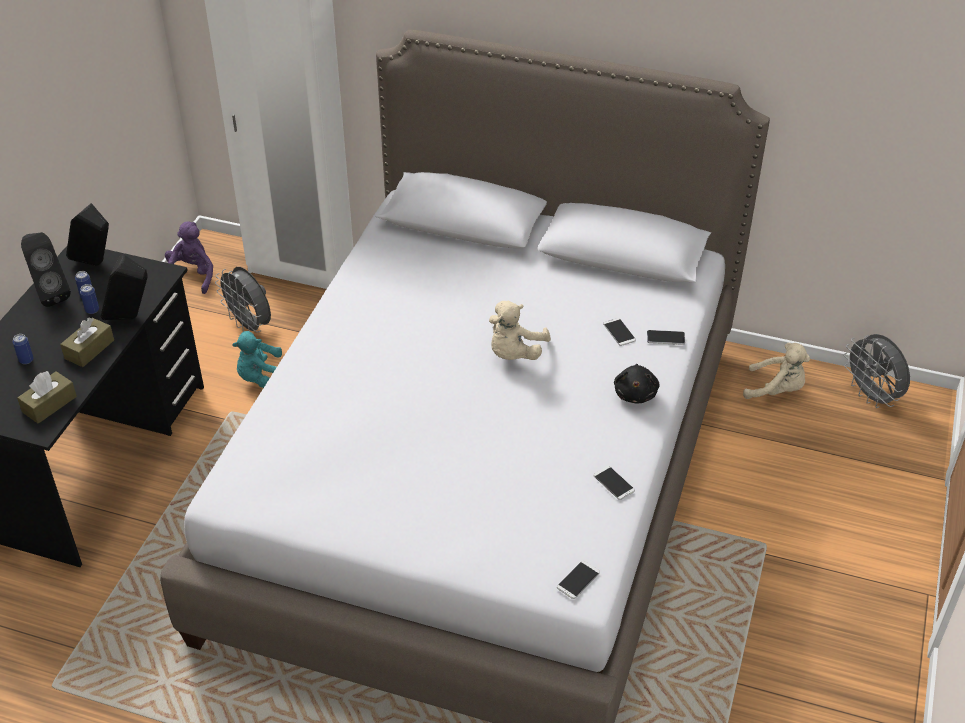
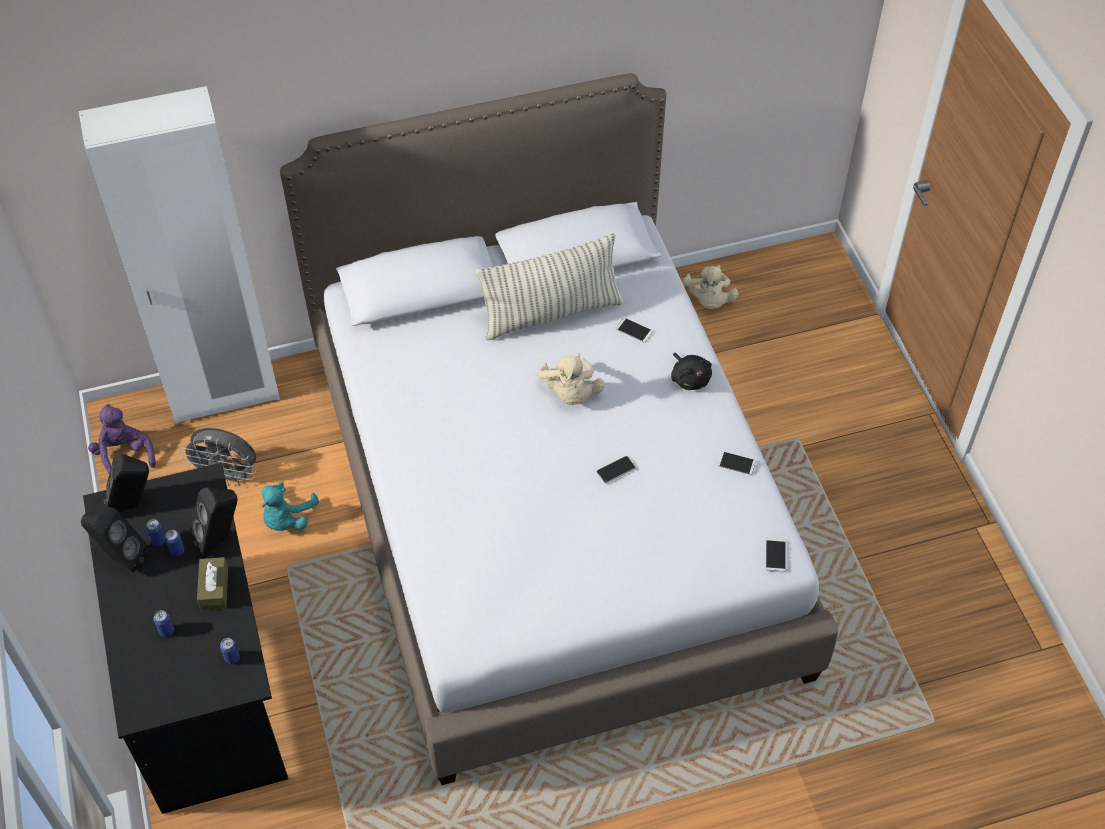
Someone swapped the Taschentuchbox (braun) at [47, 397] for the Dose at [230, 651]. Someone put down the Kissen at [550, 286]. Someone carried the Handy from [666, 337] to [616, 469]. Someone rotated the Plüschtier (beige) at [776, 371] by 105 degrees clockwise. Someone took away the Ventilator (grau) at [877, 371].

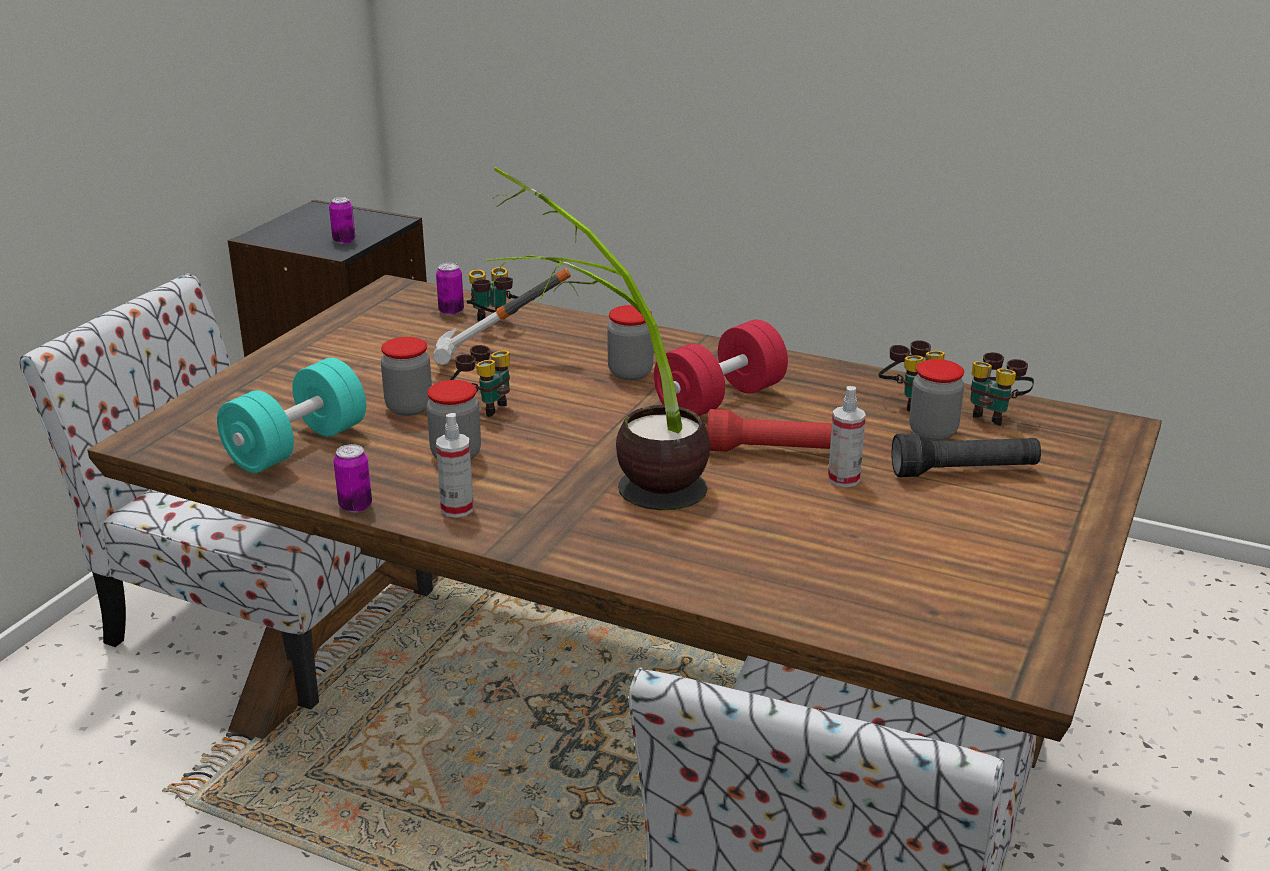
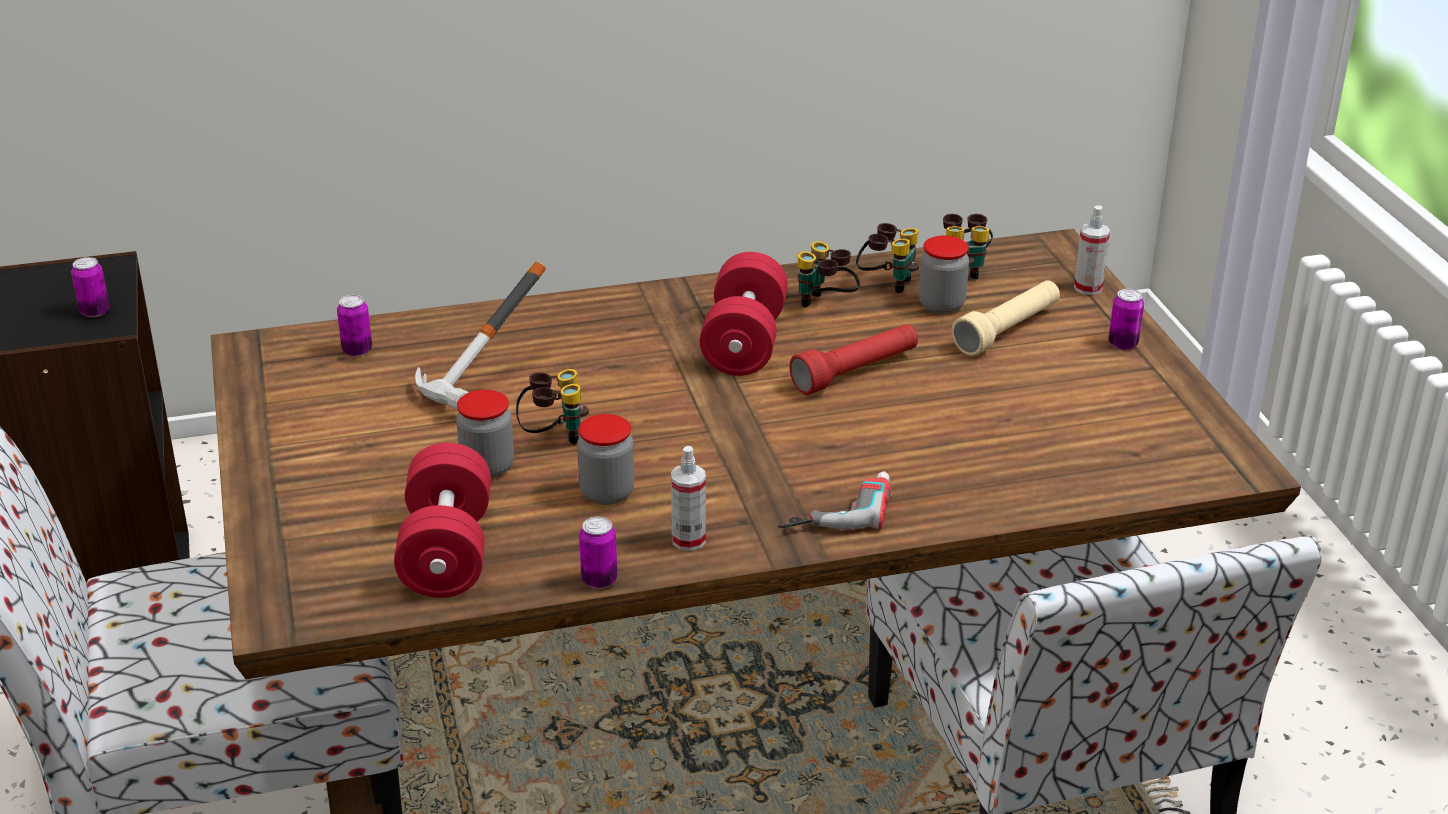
Someone repainted the Hantel (türkis) at [291, 415], which became the Hantel (rot) at [442, 520]. Someone put down the Bohrmaschine at [834, 500]. Someone carried the Fernglas from [493, 294] to [829, 274]. Someone repainted the Taschenlampe (schwarz) at [966, 455], which became the Taschenlampe (beige) at [1006, 318]. Someone carried the Sprühflasche from [847, 436] to [1092, 250]. Someone put down the Dose at [1126, 319]. Someone took away the Topfpflanze at [597, 338]. Someone took away the Vorratsglas at [630, 342].

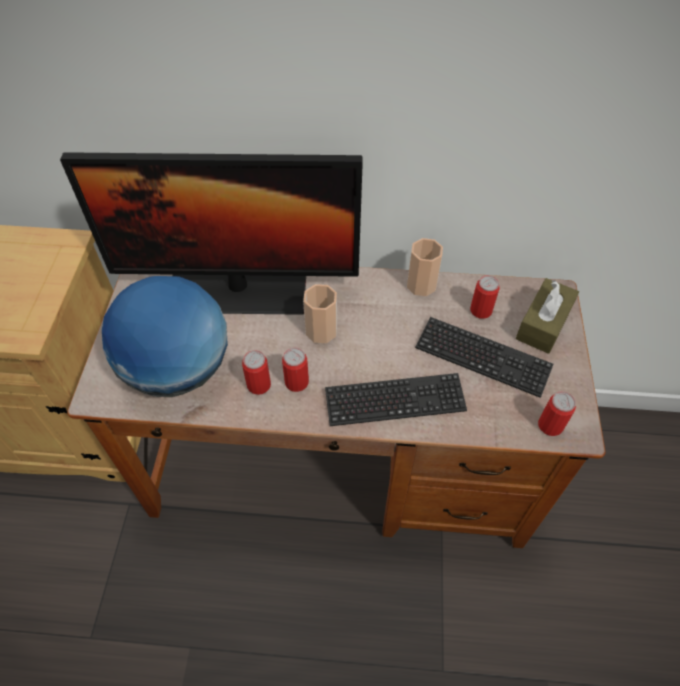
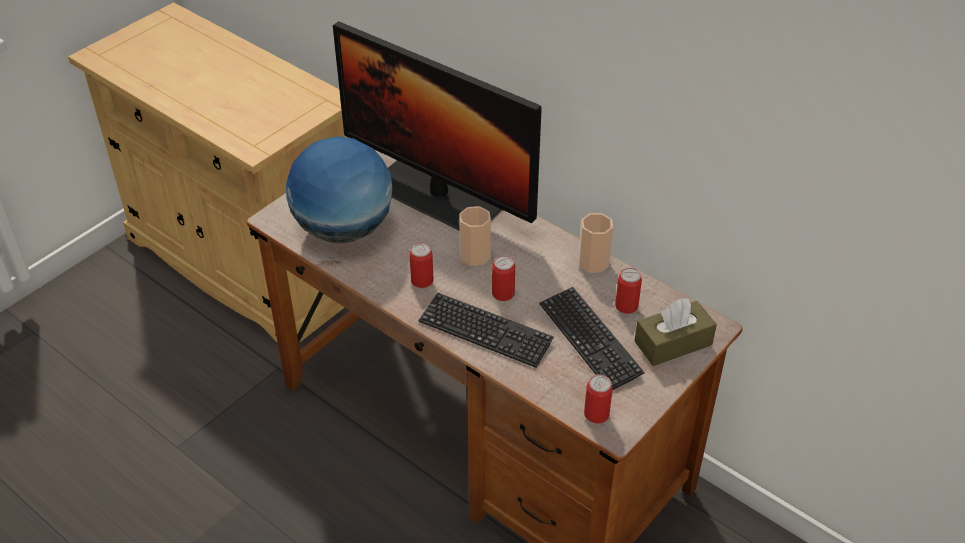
Someone carried the Dose from [256, 372] to [503, 278].

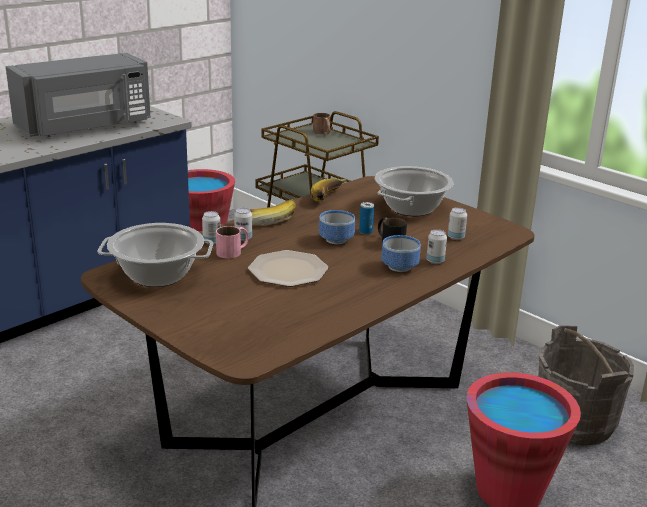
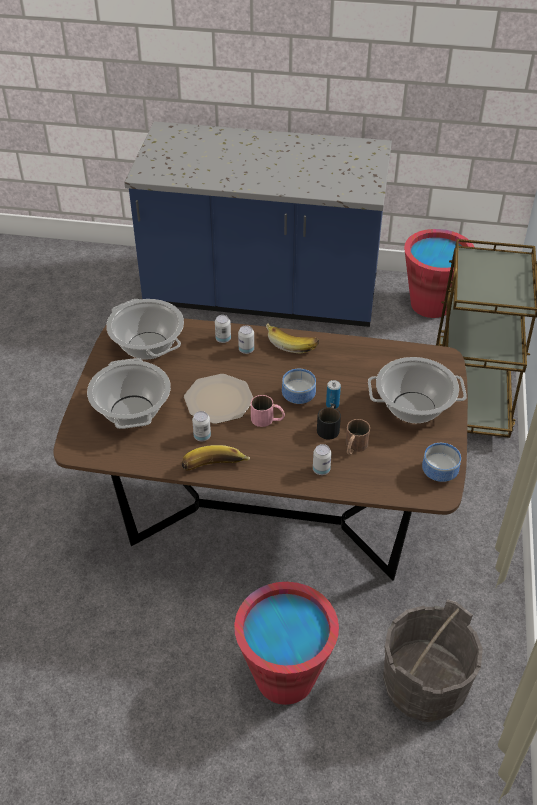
Someone put down the Kochtopf at [129, 393]. Someone carried the Banane from [328, 190] to [216, 458]. Someone carried the Dose from [457, 223] to [201, 426]. Someone carried the Henkelbecher (rosa) from [232, 242] to [268, 411]. Someone carried the Henkelbecher (braun) from [321, 123] to [358, 437]. Someone carried the Schüssel from [401, 253] to [441, 462]. Someone took away the Mikrowelle (grau) at [78, 95].

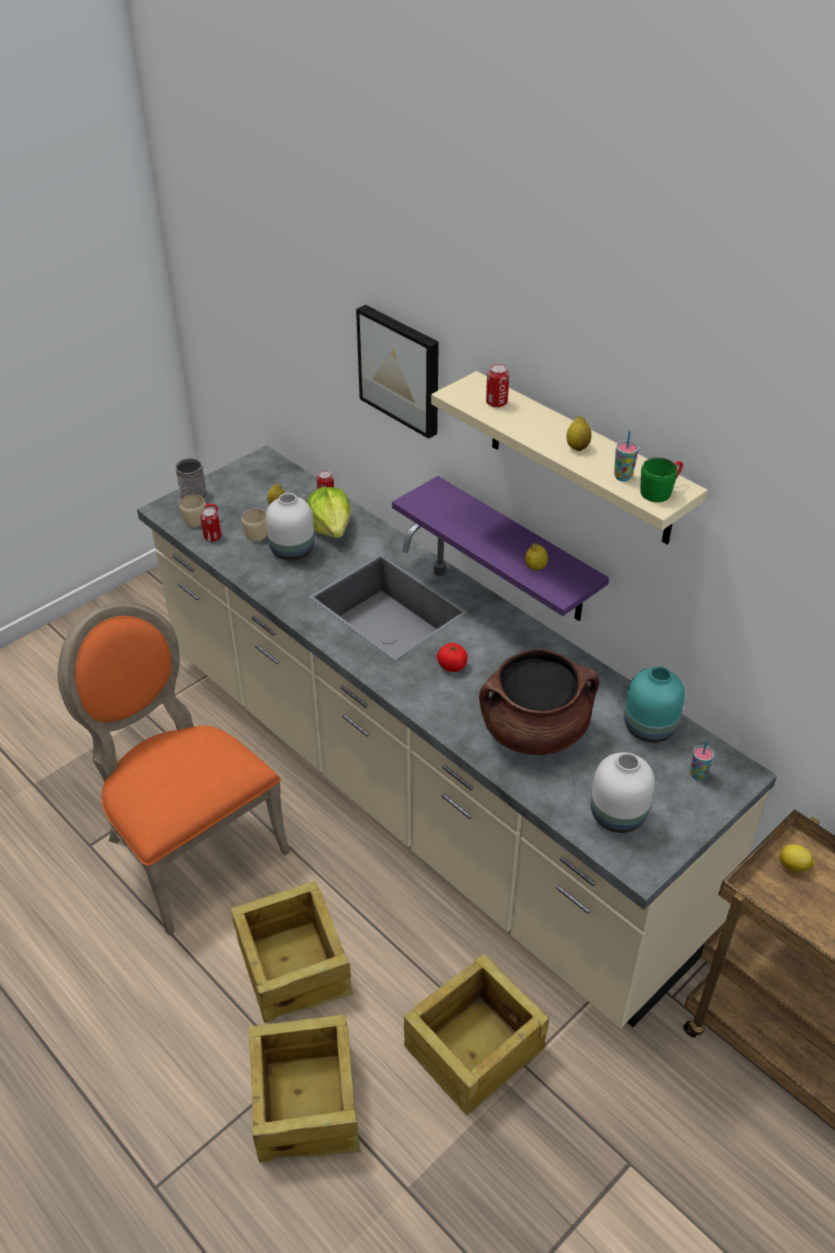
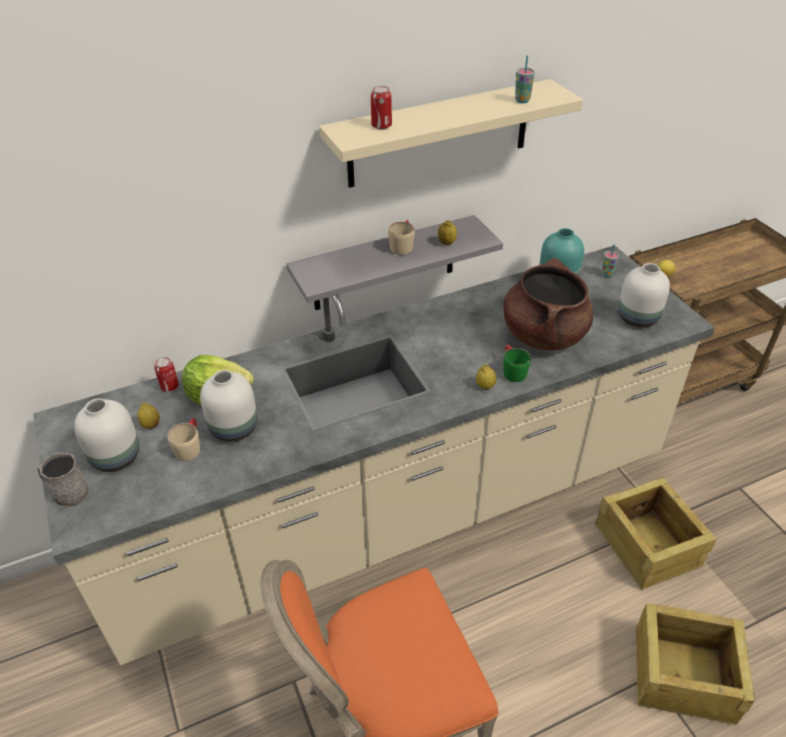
Someone put down the Vase (weiß) at [106, 435]. Someone repainted the Wandregal (lila) at [500, 548], which became the Wandregal (grau) at [394, 262]. Someone carried the Henkelbecher (beige) from [198, 511] to [401, 237]. Someone carried the Zitrone from [578, 433] to [486, 376]. Someone carried the Henkelbecher (grün) from [661, 479] to [517, 363]. Someone took away the Dose at [211, 524]. Someone took away the Kiste at [292, 952]. Someone took away the Bild at [397, 372]. Someone took away the Tomate at [452, 657].

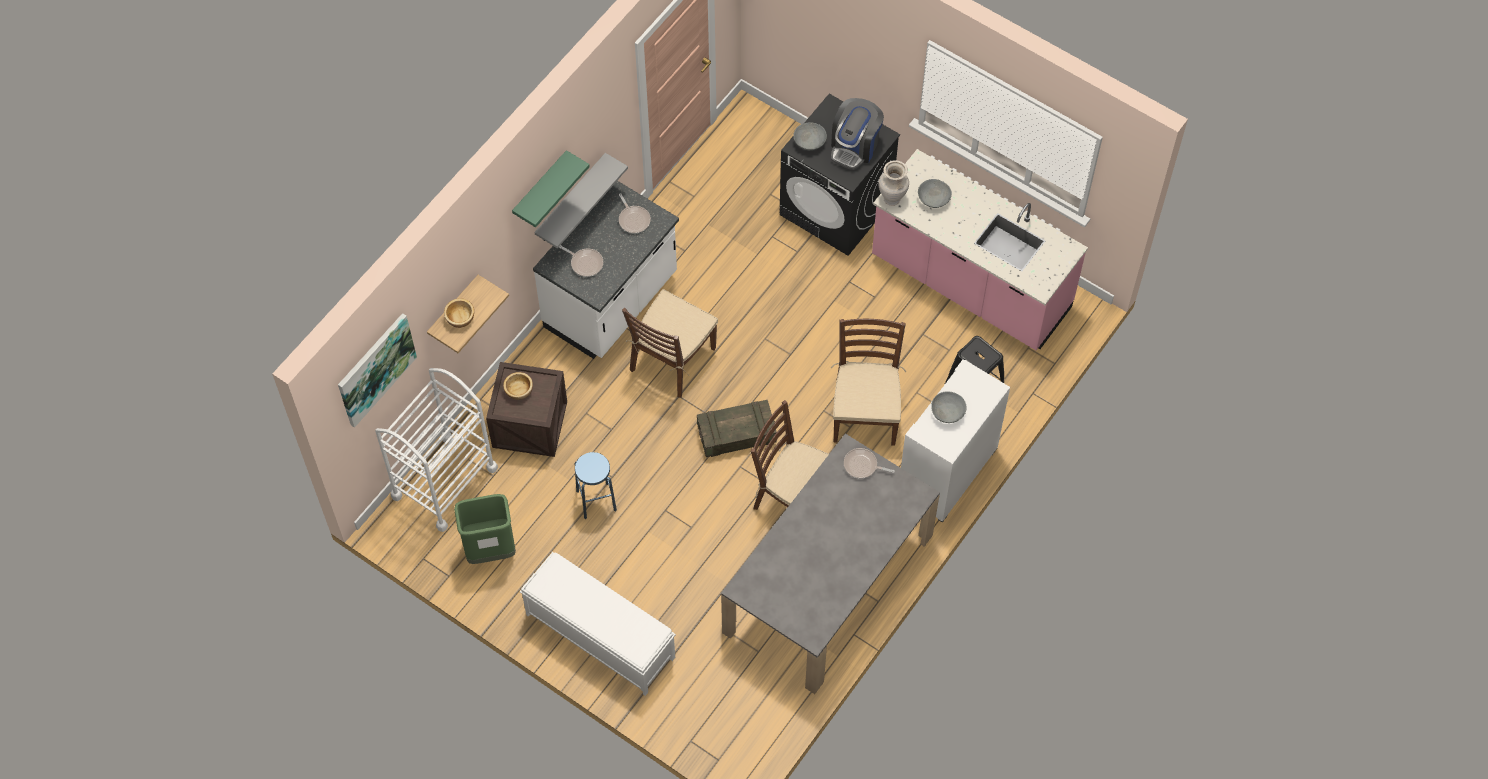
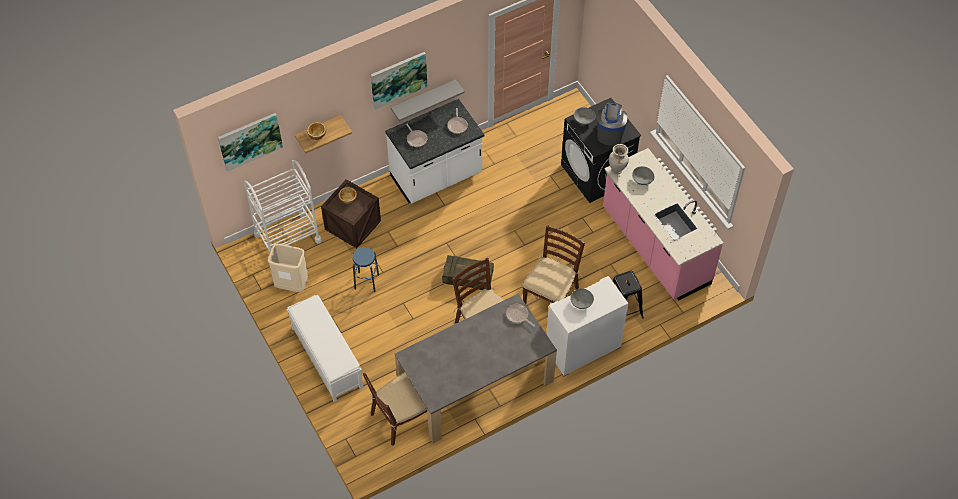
Someone repainted the Mülleimer (grün) at [485, 529], which became the Mülleimer (beige) at [288, 268]. Someone carried the Stuhl (braun) from [670, 343] to [395, 409]. Someone swapped the Wandregal (grün) at [551, 188] for the Bild at [399, 81]. Someone rotated the Kaffeemaschine at [857, 134] by 135 degrees clockwise.

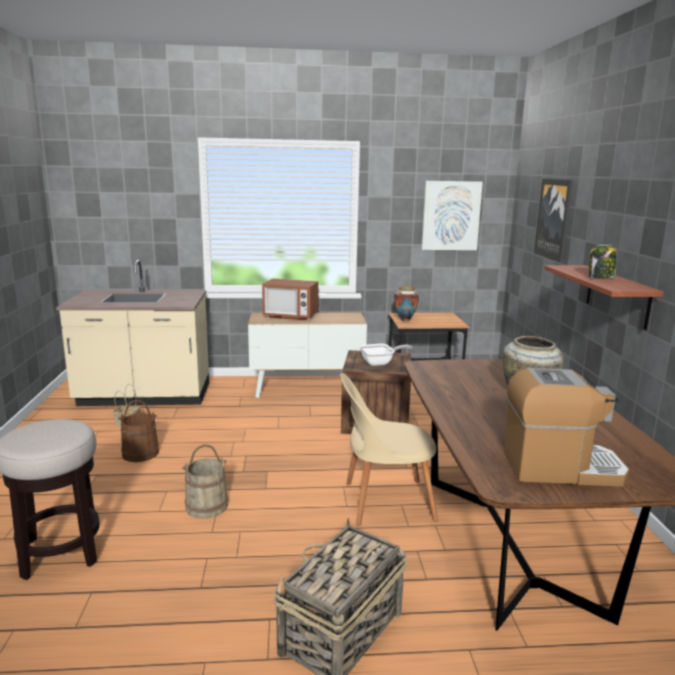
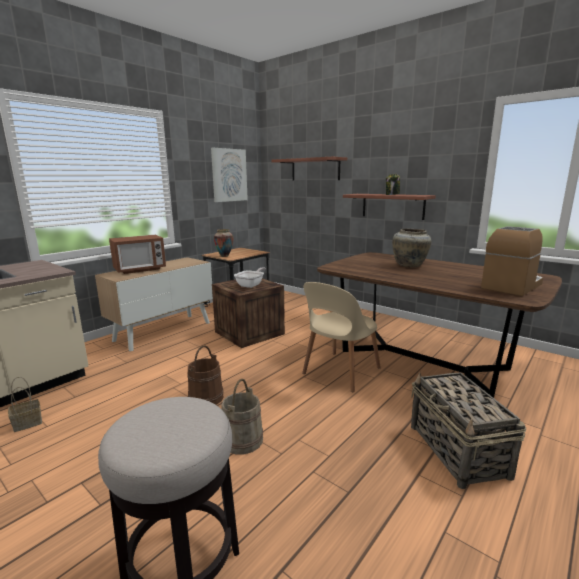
Someone carried the Eimer (braun) from [138, 431] to [206, 375]. Someone swapped the Bild at [553, 220] for the Wandregal at [309, 169].

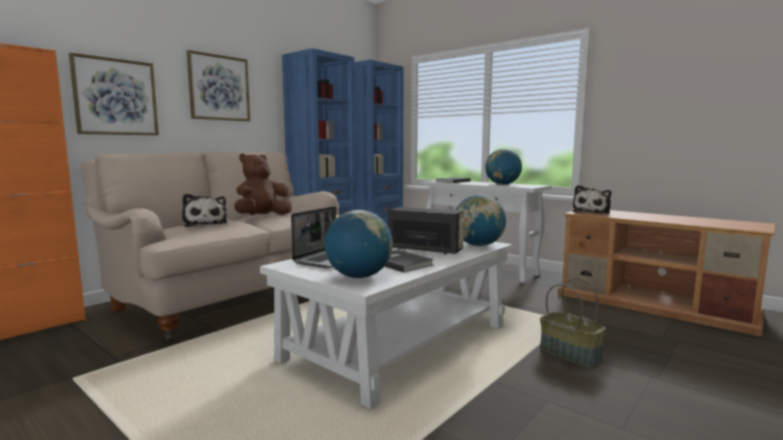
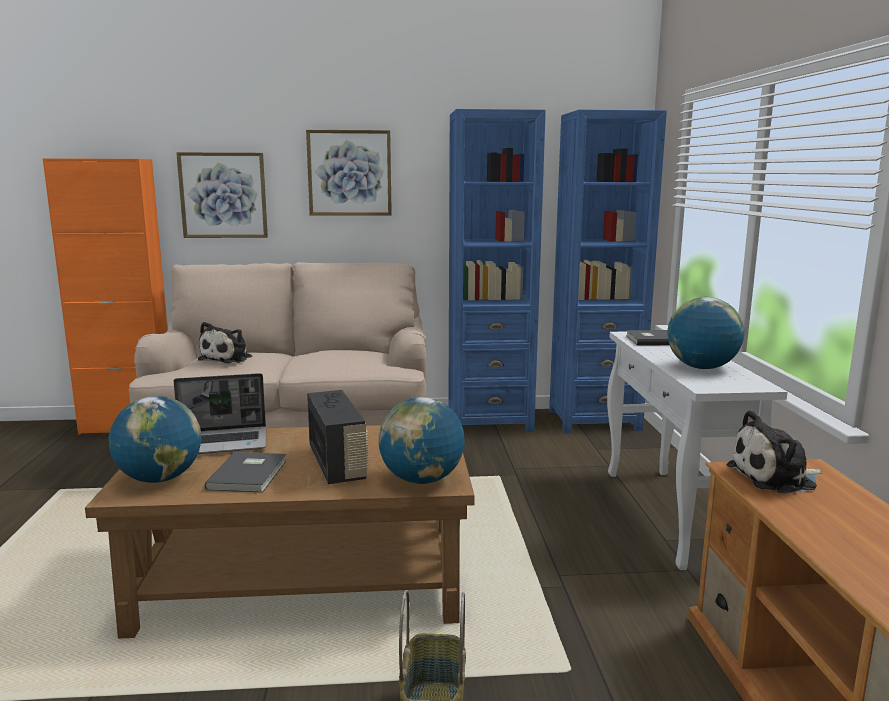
Someone repainted the Couchtisch (weiß) at [386, 324], which became the Couchtisch (braun) at [280, 532]. Someone took away the Plüschtier (braun) at [263, 184].

